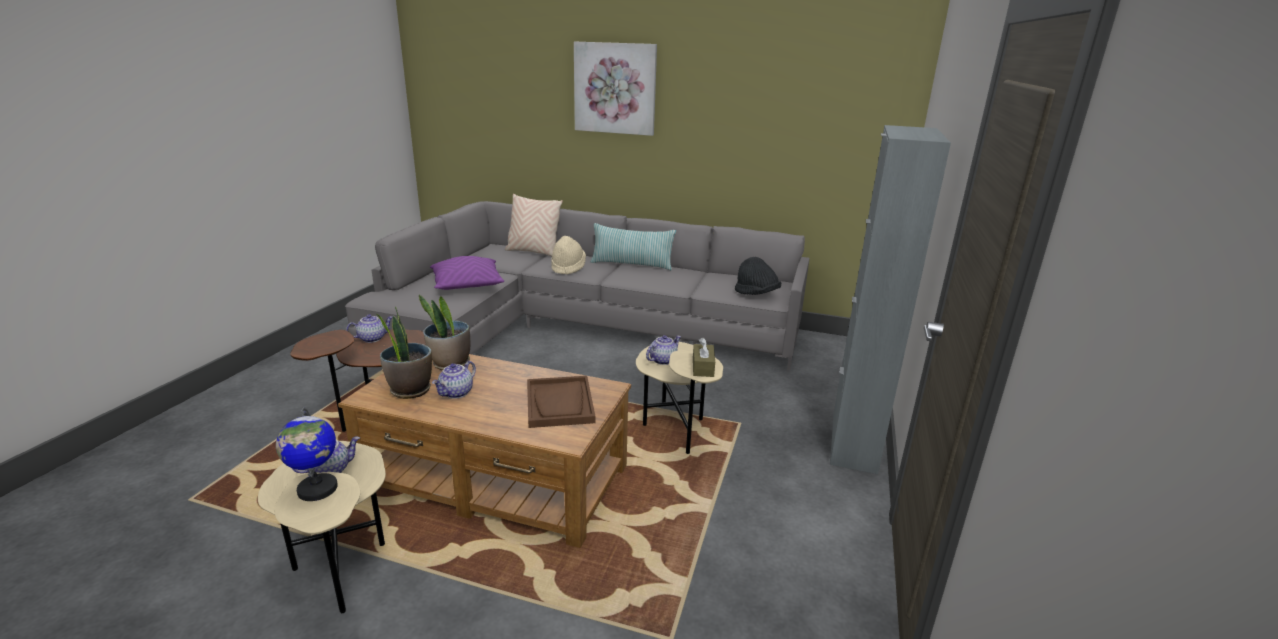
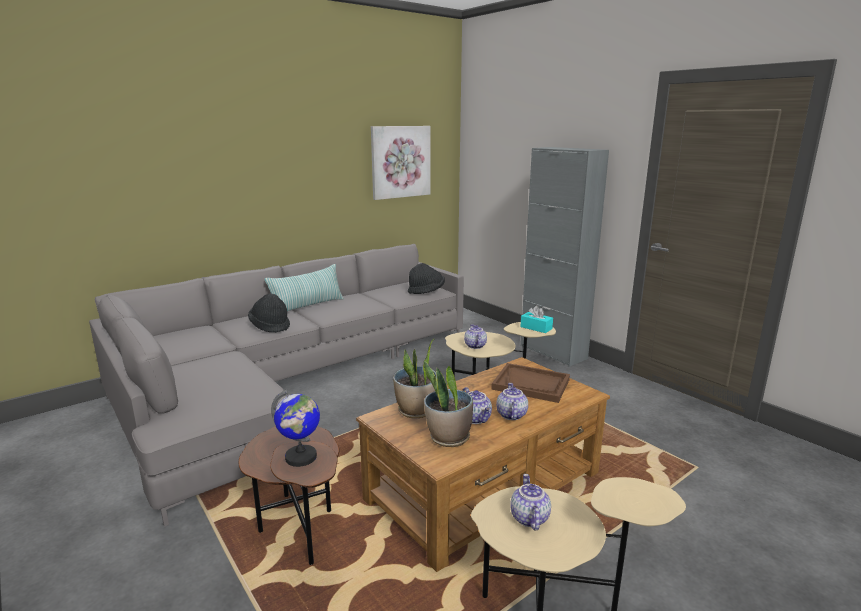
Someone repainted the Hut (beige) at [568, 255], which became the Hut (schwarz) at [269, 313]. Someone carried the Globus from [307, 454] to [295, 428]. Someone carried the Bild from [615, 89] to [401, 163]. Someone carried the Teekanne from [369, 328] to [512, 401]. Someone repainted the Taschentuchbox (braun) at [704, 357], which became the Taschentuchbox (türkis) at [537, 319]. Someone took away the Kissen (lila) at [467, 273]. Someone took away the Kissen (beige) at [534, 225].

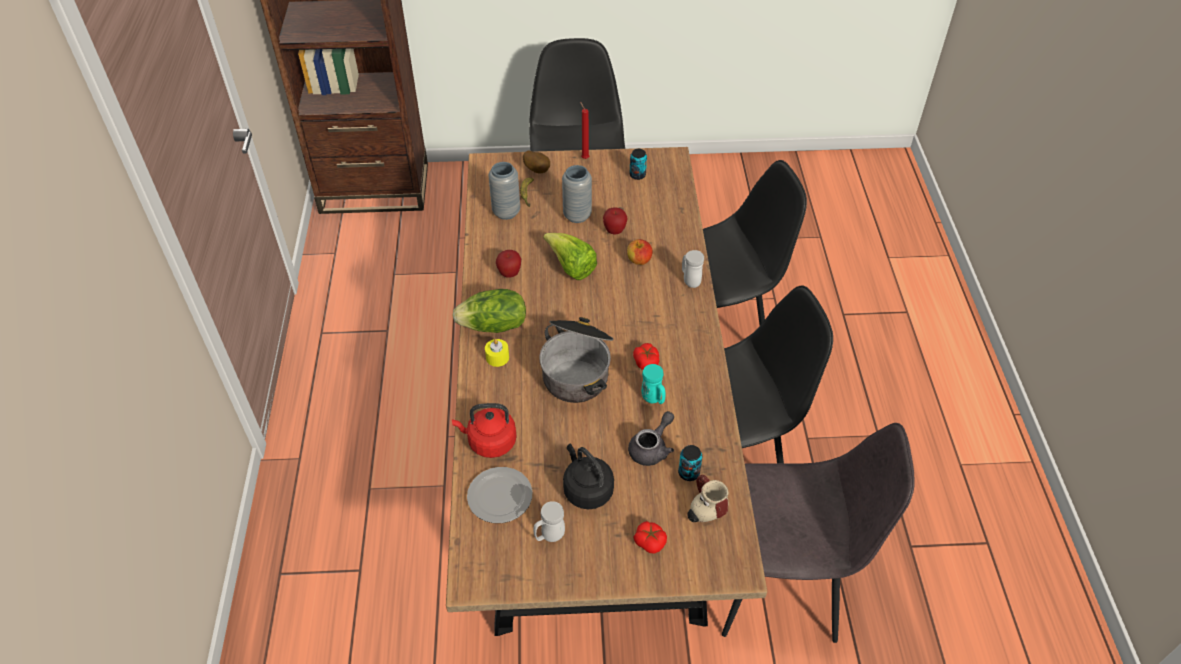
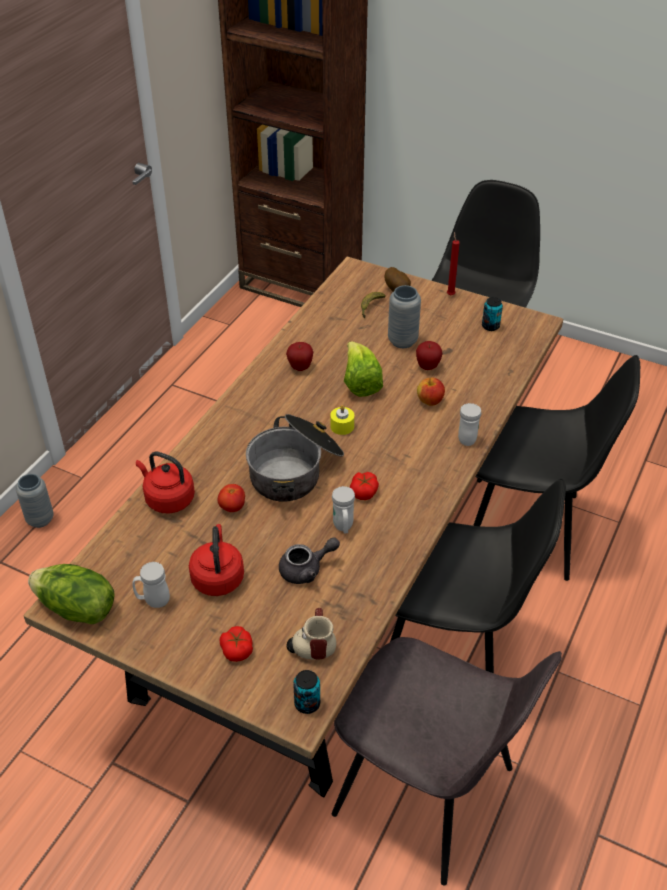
Someone carried the Vase (grau) from [504, 191] to [35, 501]. Someone carried the Salatkopf from [489, 311] to [71, 594]. Someone repainted the Wasserkessel (schwarz) at [588, 476], which became the Wasserkessel (rot) at [216, 560]. Someone put down the Tomate at [231, 498]. Someone carried the Dose from [690, 463] to [306, 692]. Someone carried the Kerze (gelb) from [497, 353] to [342, 420]. Someone repainted the Henkelbecher (türkis) at [653, 384], which became the Henkelbecher (weiß) at [343, 509]. Someone took away the Teller at [500, 495].

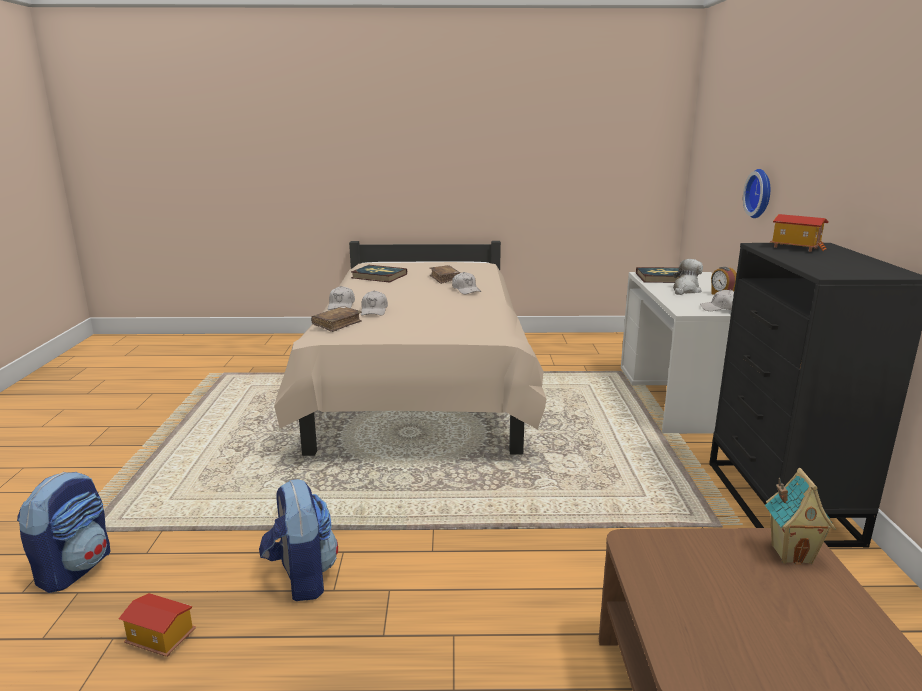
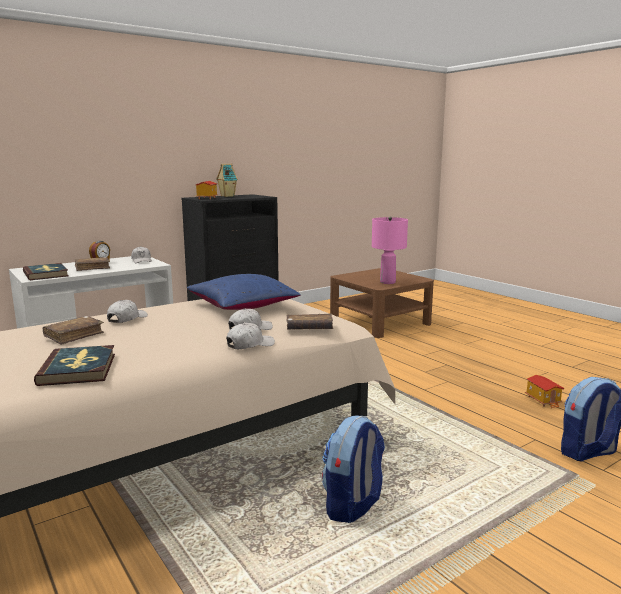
Someone swapped the Plüschtier at [688, 277] for the Buch (braun) at [92, 264]. Someone put down the Kissen (blau) at [244, 292]. Someone carried the Spielzeughaus from [800, 516] to [227, 180]. Someone carried the Rucksack from [298, 540] to [353, 469]. Someone put down the Tischlampe (rosa) at [390, 250]. Someone took away the Wanduhr at [756, 193].

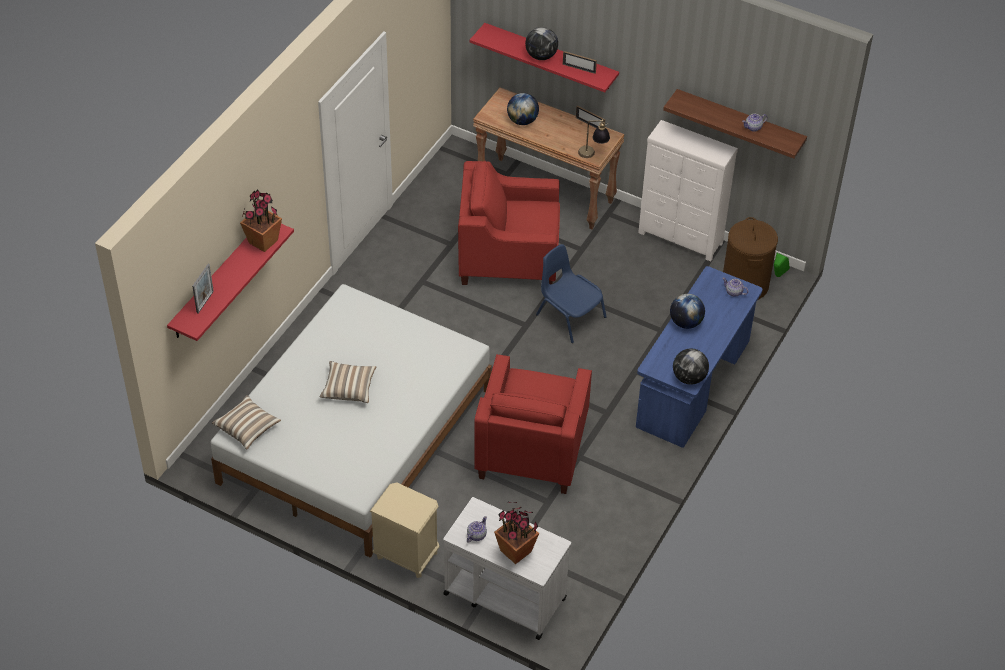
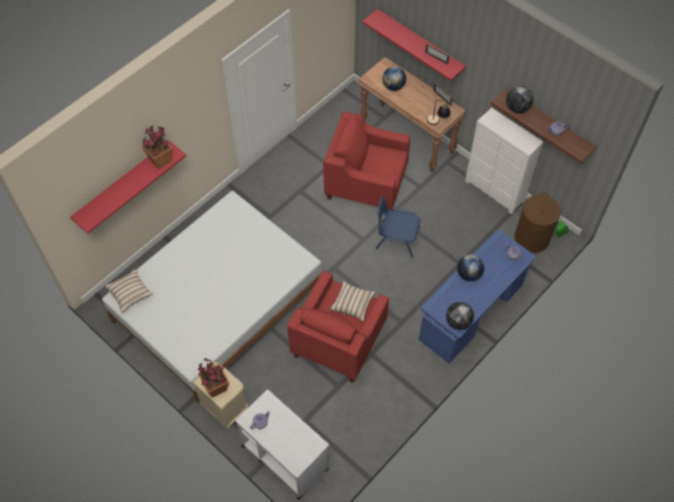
Someone carried the Topfpflanze from [516, 533] to [213, 378]. Someone carried the Kissen from [347, 382] to [352, 301]. Someone rotated the Stuhl (blau) at [571, 293] by 45 degrees counterclockwise. Someone carried the Globus from [541, 43] to [519, 99]. Someone took away the Bilderrahmen at [203, 289].

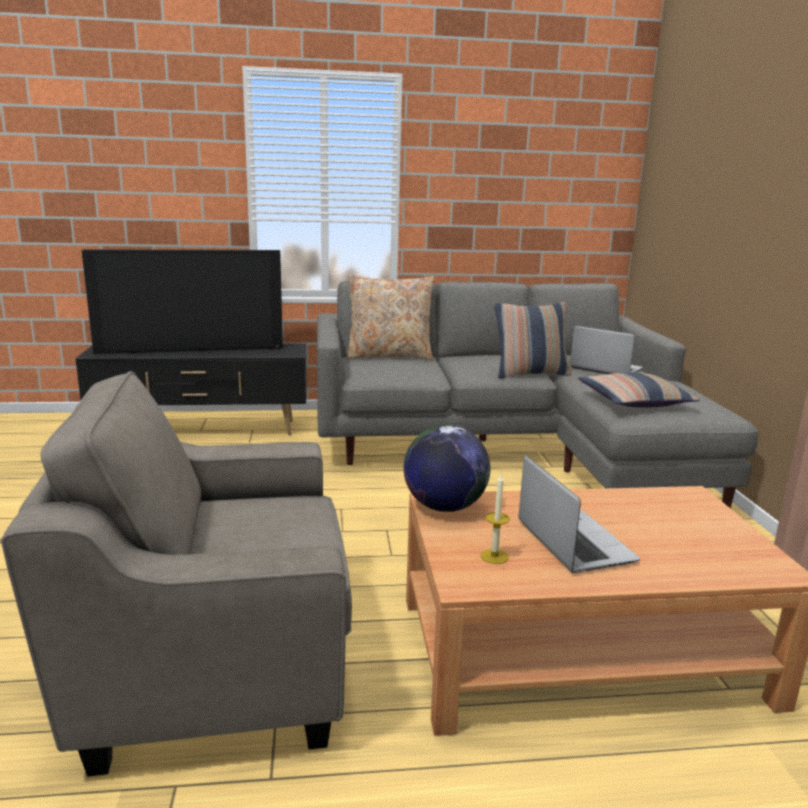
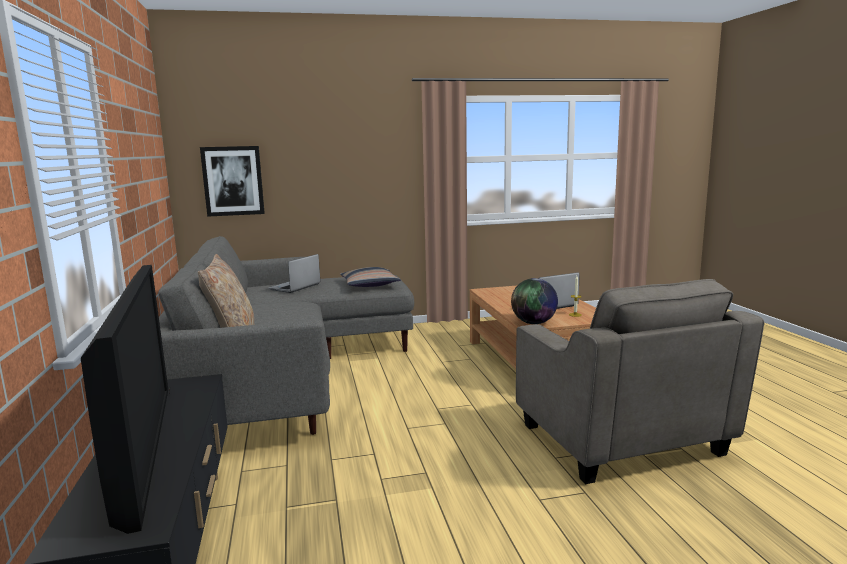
Someone put up the Bild at [232, 181]. Someone took away the Kissen at [533, 340].

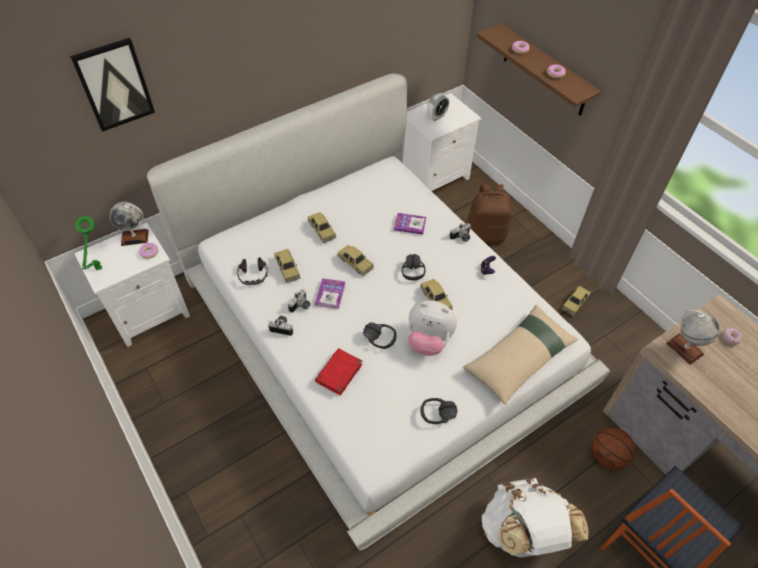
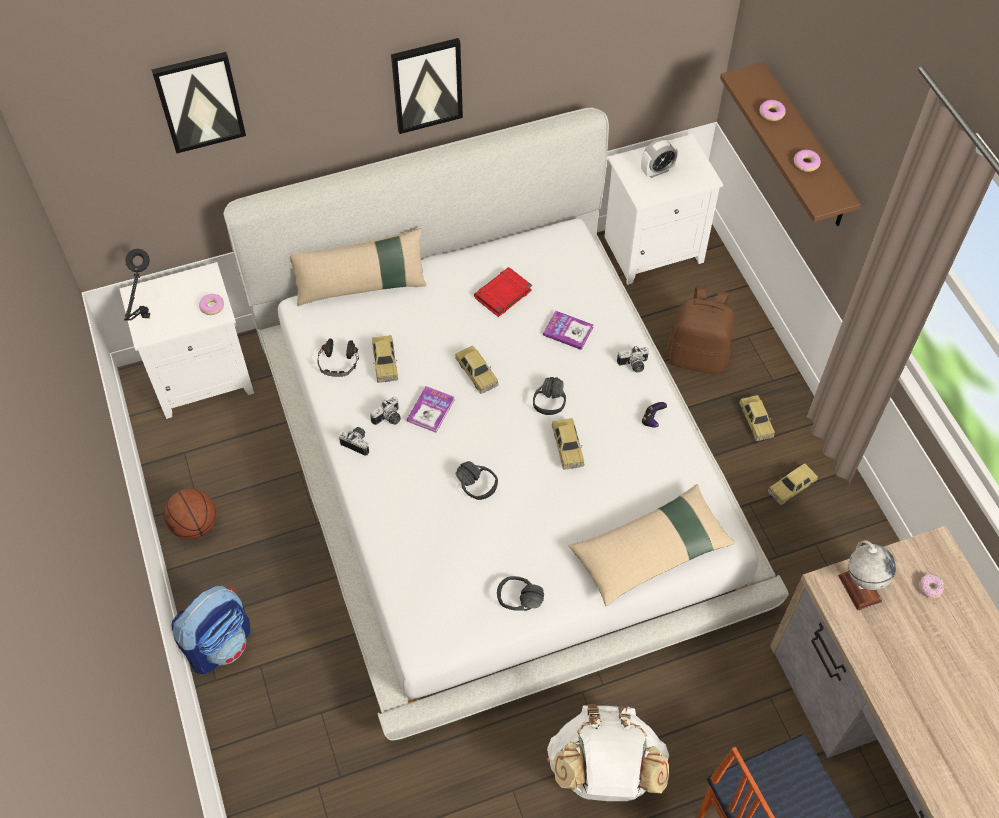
Someone repainted the Tischlampe (grün) at [88, 243], which became the Tischlampe (schwarz) at [137, 285]. Someone carried the Basketball from [613, 448] to [190, 513]. Someone put down the Rucksack at [211, 630]. Someone put down the Kissen (beige) at [358, 267]. Someone put up the Bild at [427, 86]. Someone carried the Buch (rot) from [339, 372] to [503, 292]. Someone carried the Spielzeugauto from [322, 227] to [757, 418]. Someone took away the Globus at [129, 224]. Someone took away the Plüschtier at [432, 328].

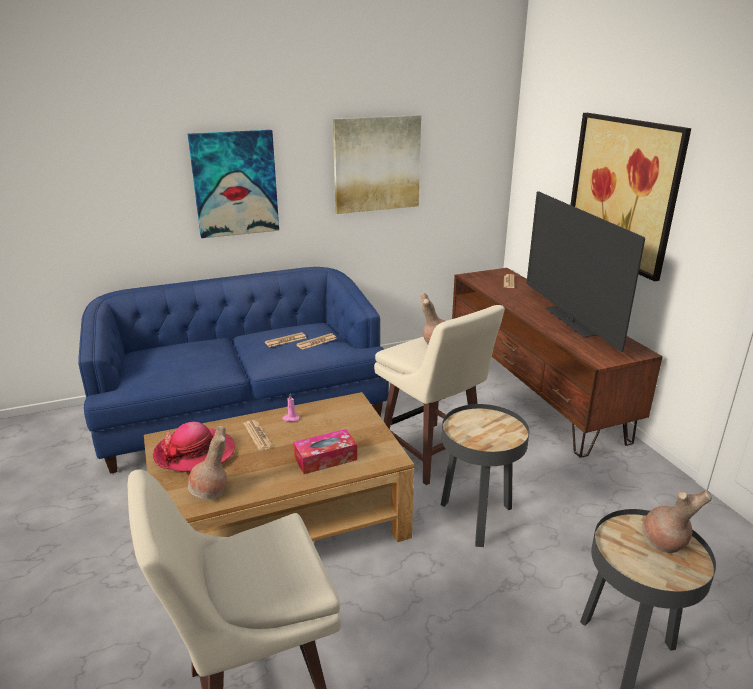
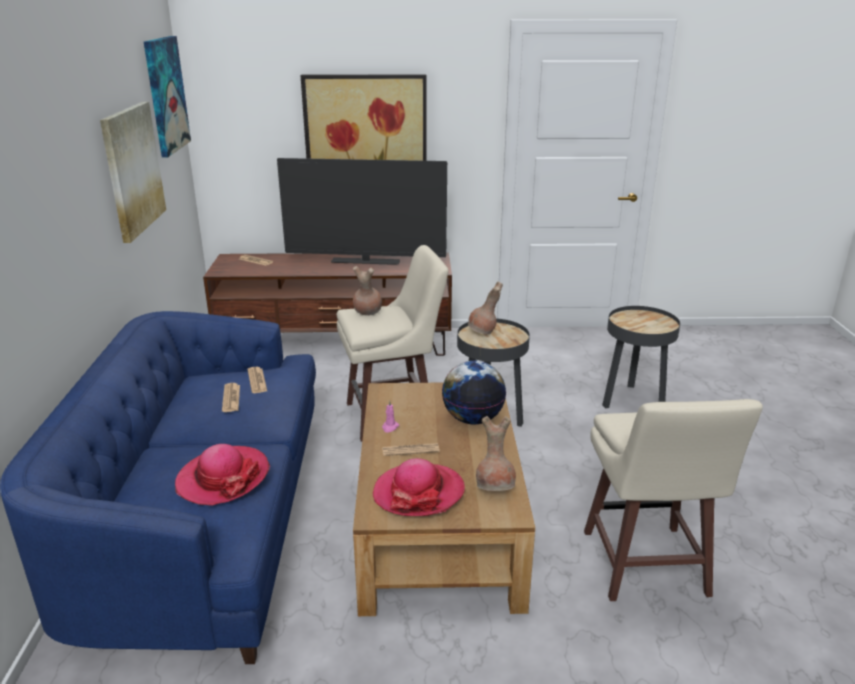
Someone carried the Bild from [233, 184] to [167, 96]. Someone put down the Hut at [222, 475]. Someone swapped the Taschentuchbox at [325, 451] for the Globus at [474, 392]. Someone carried the Vase (braun) from [677, 521] to [485, 308].

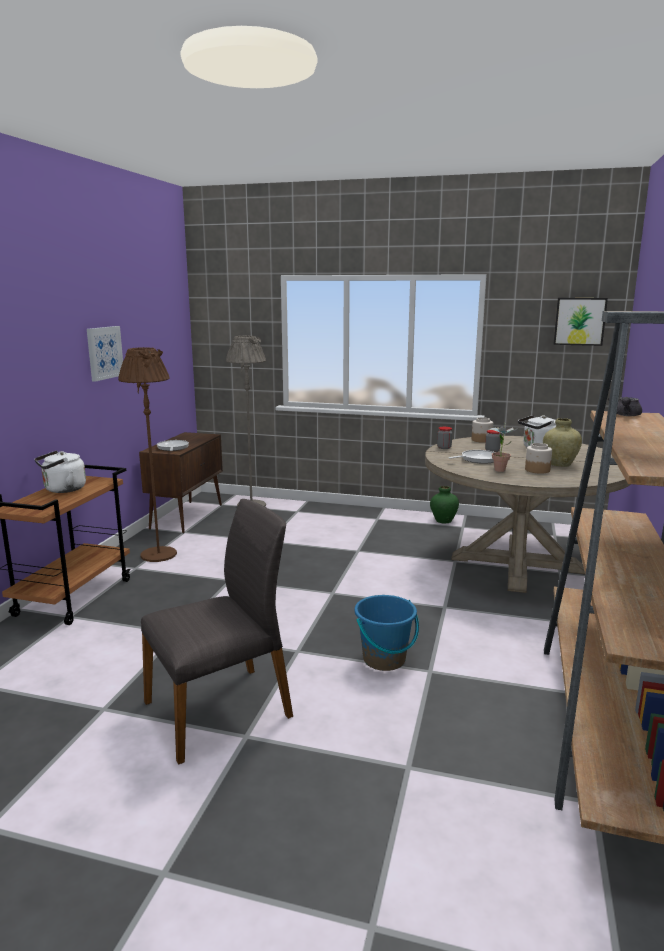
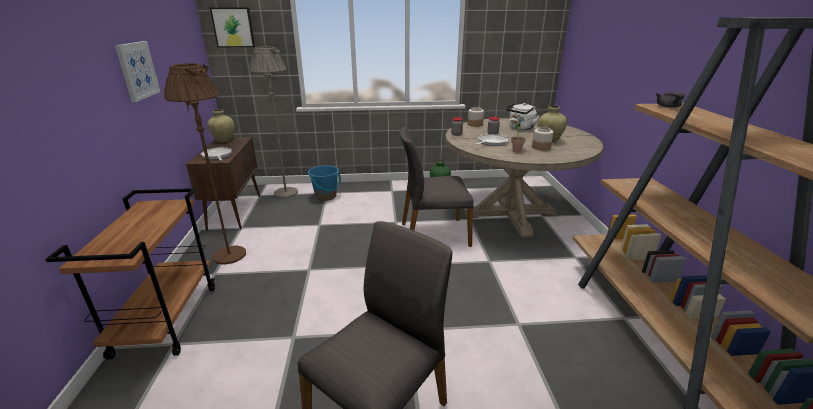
Someone put down the Vase (beige) at [220, 125]. Someone carried the Bild from [581, 322] to [232, 27]. Someone carried the Eimer (blau) from [387, 633] to [324, 183]. Someone put down the Stuhl (grau) at [437, 187]. Someone took away the Wasserkessel (weiß) at [60, 472].

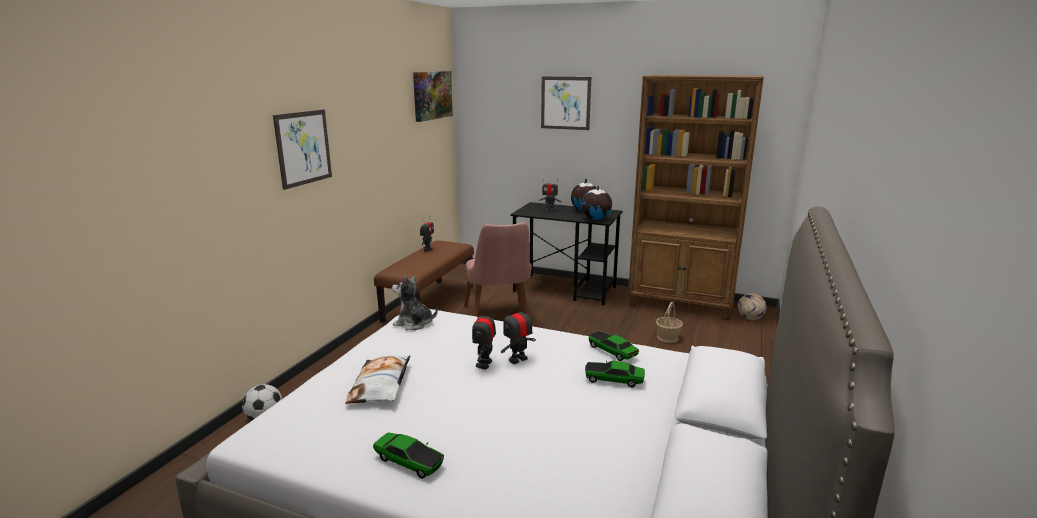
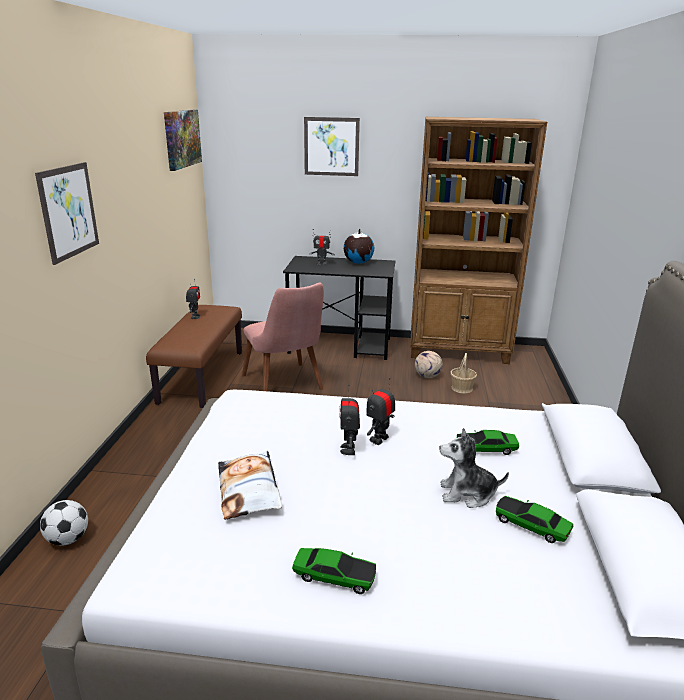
Someone carried the Fußball from [752, 306] to [429, 364]. Someone carried the Plüschtier from [415, 303] to [474, 468]. Someone carried the Spielzeugauto from [614, 346] to [534, 519]. Someone took away the Globus at [596, 203].

